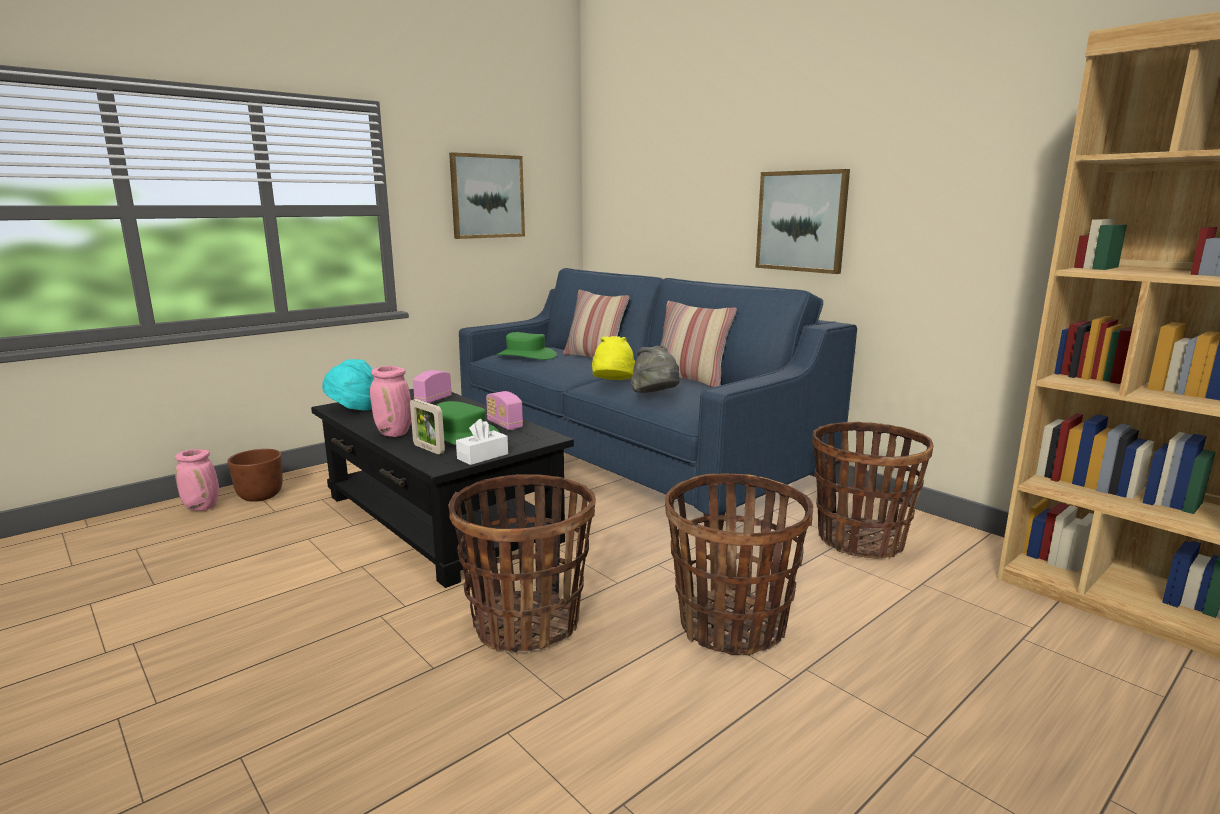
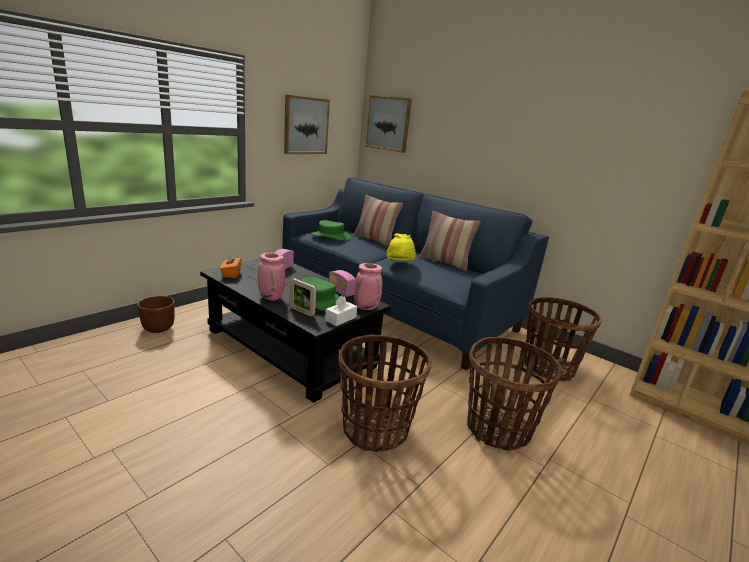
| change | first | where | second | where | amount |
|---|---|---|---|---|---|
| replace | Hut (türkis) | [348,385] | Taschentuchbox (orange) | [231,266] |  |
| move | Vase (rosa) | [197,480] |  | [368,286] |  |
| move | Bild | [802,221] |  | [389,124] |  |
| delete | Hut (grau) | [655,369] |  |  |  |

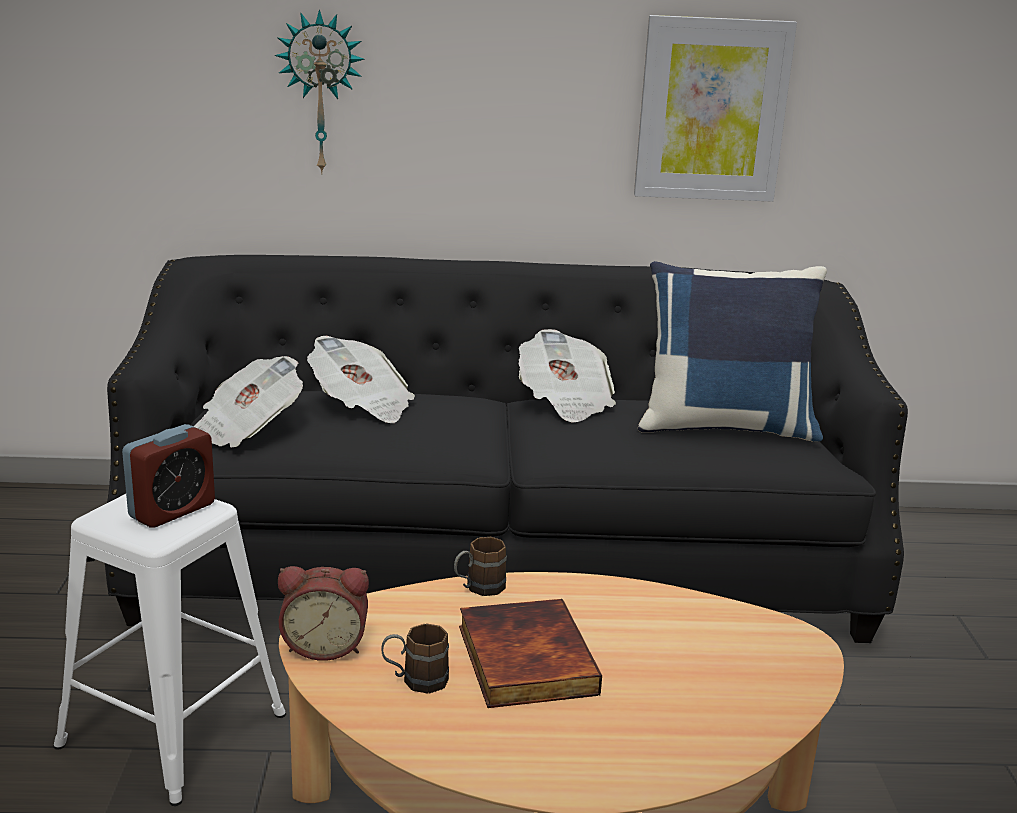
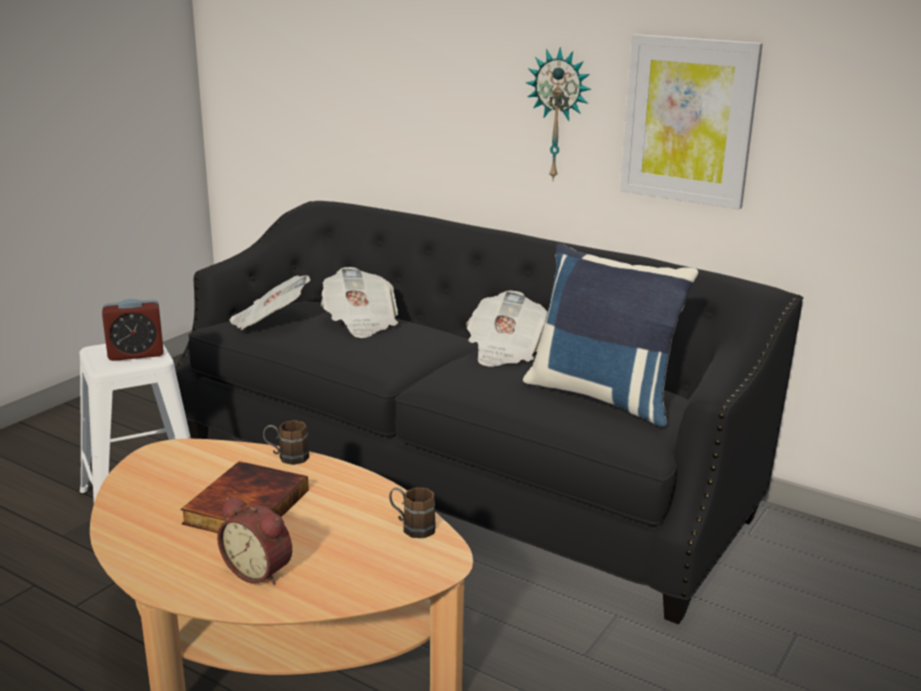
| change | first | where | second | where | amount |
|---|---|---|---|---|---|
| move | Wecker | [323,613] |  | [254,541] |  |
| move | Henkelbecher (braun) | [415,658] |  | [412,513] |  |
| move | Wanduhr | [320,92] |  | [558,113] |  |

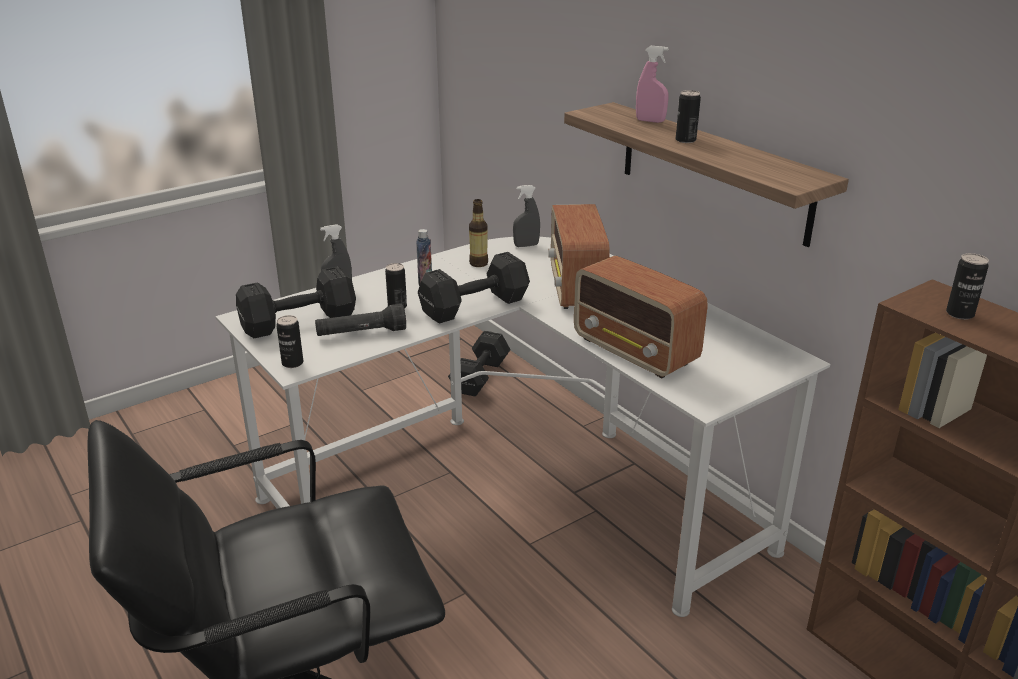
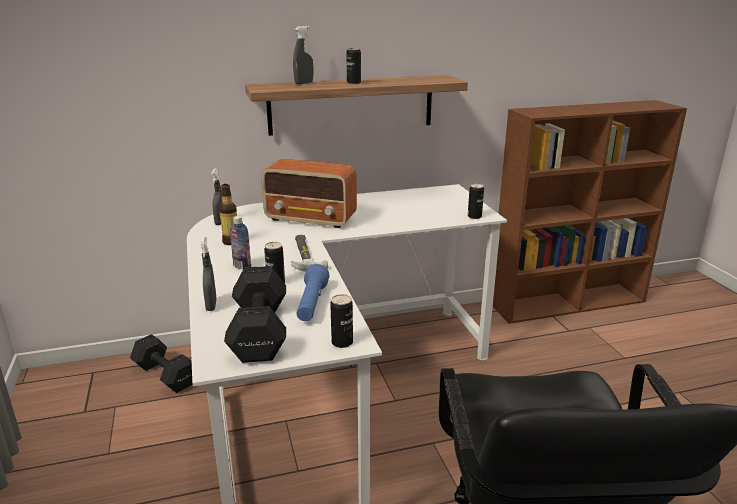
| change | first | where | second | where | amount |
|---|---|---|---|---|---|
| replace | Hantel (schwarz) | [474,288] | Hammer | [309,253] |  |
| recolor | Sprühflasche (rosa) | [652,84] | Sprühflasche (grau) | [303,55] |  |
| recolor | Taschenlampe (schwarz) | [360,320] | Taschenlampe (blau) | [313,292] |  |
| move | Dose | [967,286] |  | [476,201] |  |
| delete | Radio | [641,317] |  |  |  |

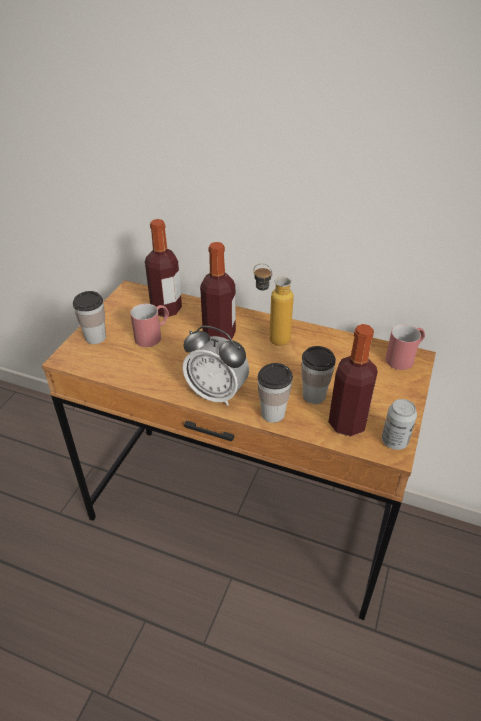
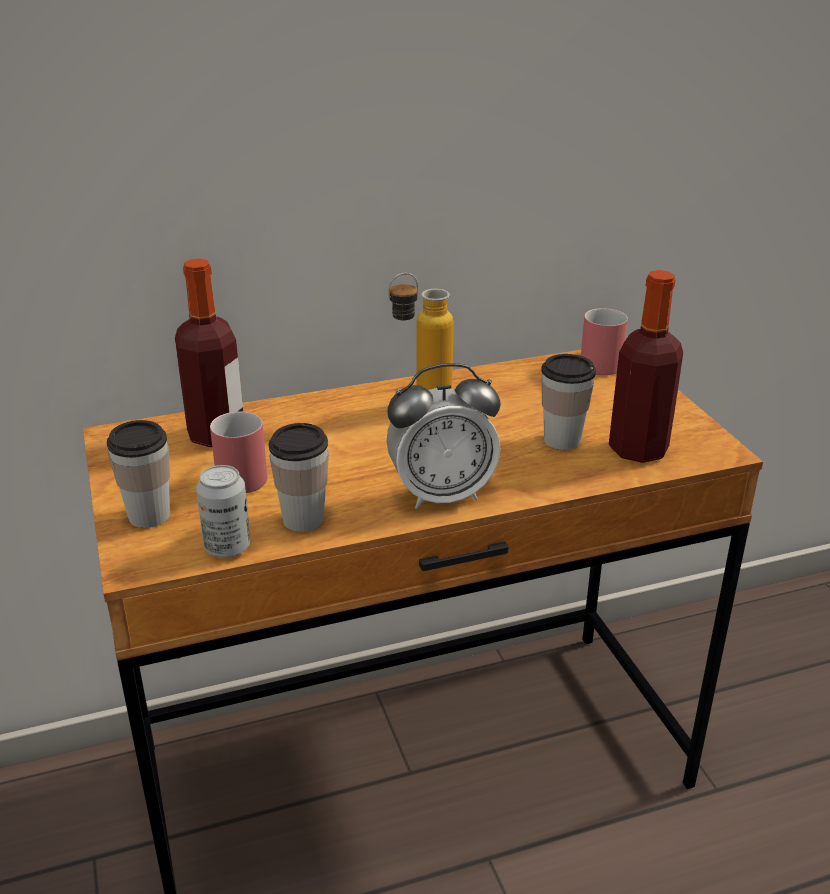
| change | first | where | second | where | amount |
|---|---|---|---|---|---|
| move | Dose | [399,424] |  | [223,511] |  |
| move | Tasse | [275,393] |  | [299,477] |  |
| delete | Flasche | [218,291] |  |  |  |

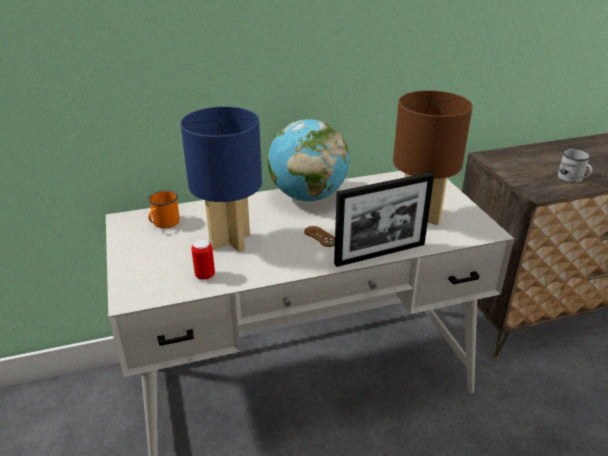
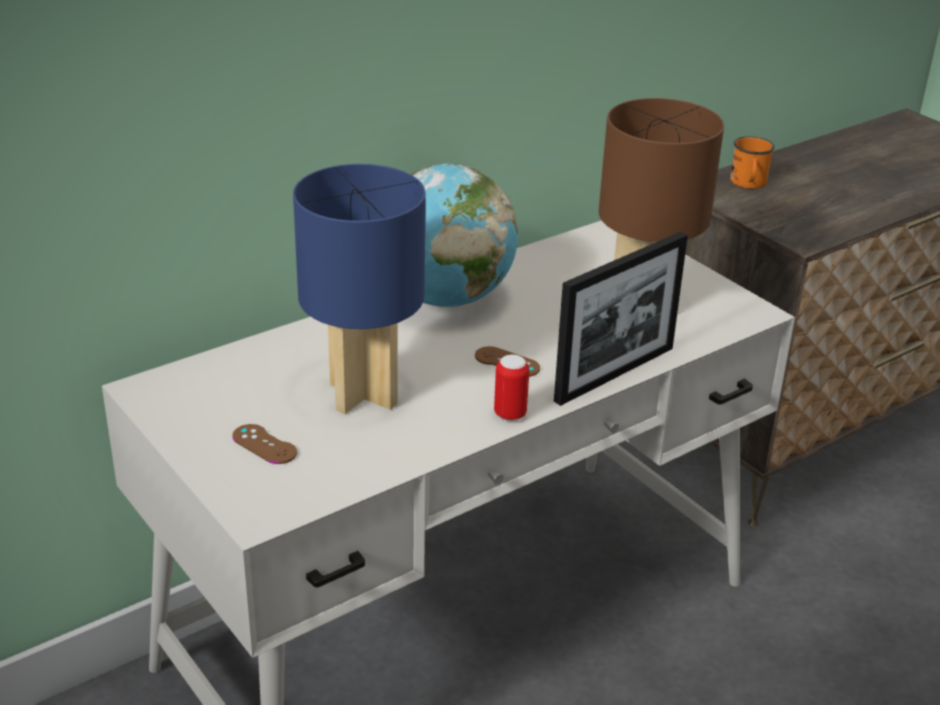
| change | first | where | second | where | amount |
|---|---|---|---|---|---|
| insert |  |  | Gamepad (braun) | [264,444] |  |
| move | Dose | [203,259] |  | [511,388] |  |
| move | Henkelbecher (orange) | [164,209] |  | [752,162] |  |
| delete | Henkelbecher (weiß) | [575,166] |  |  |  |

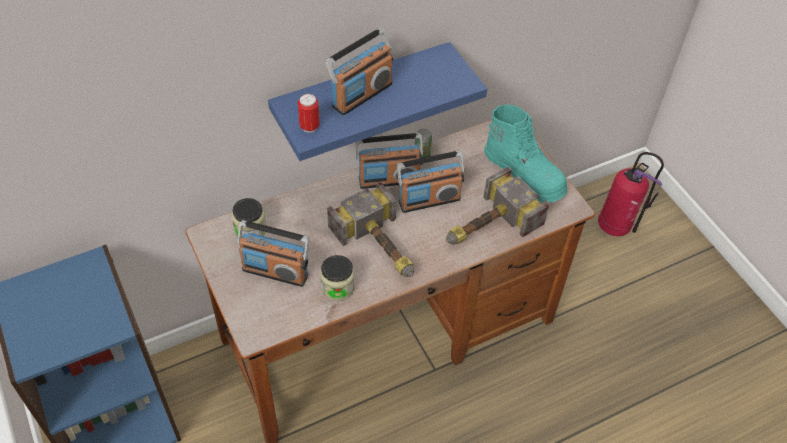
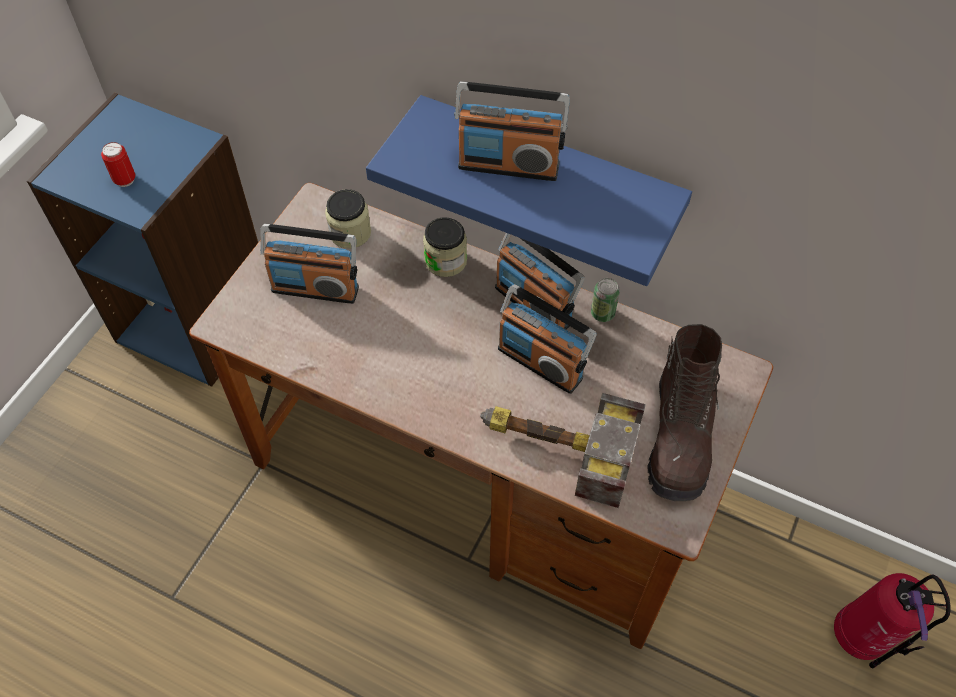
| change | first | where | second | where | amount |
|---|---|---|---|---|---|
| move | Dose | [309,113] |  | [118,164] |  |
| rotate | Radio | [273,253] |  | [309,263] | 60 degrees counterclockwise |
| move | Vorratsglas | [337,278] |  | [445,247] |  |
| recolor | Stiefel (türkis) | [526,154] | Stiefel (braun) | [684,412] |  |
| delete | Hammer | [370,229] |  |  |  |

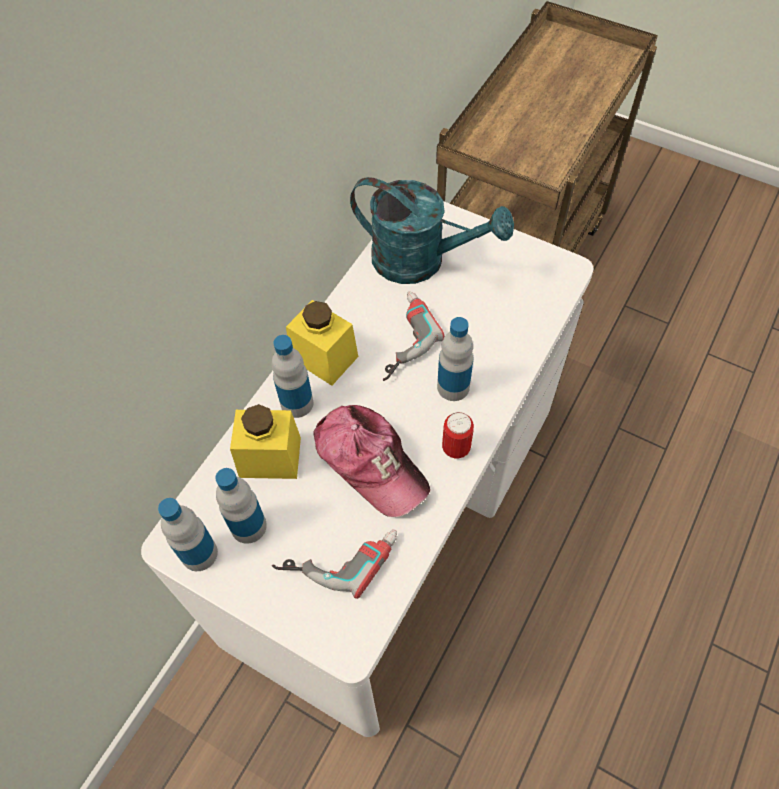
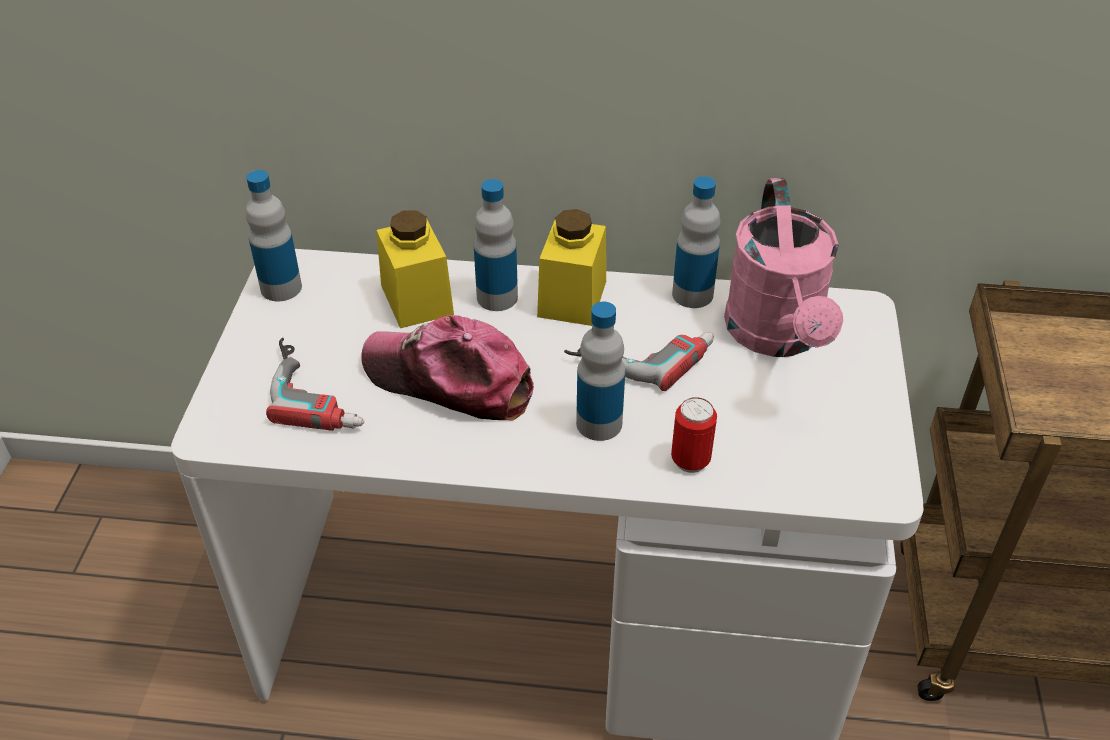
| change | first | where | second | where | amount |
|---|---|---|---|---|---|
| rotate | Kappe | [371,461] |  | [447,367] | 90 degrees clockwise |
| move | Dose | [458,435] |  | [694,435] |  |
| move | Flasche | [241,506] |  | [696,242] |  |
| recolor | Gießkanne (türkis) | [432,230] | Gießkanne (rosa) | [783,267] |  |

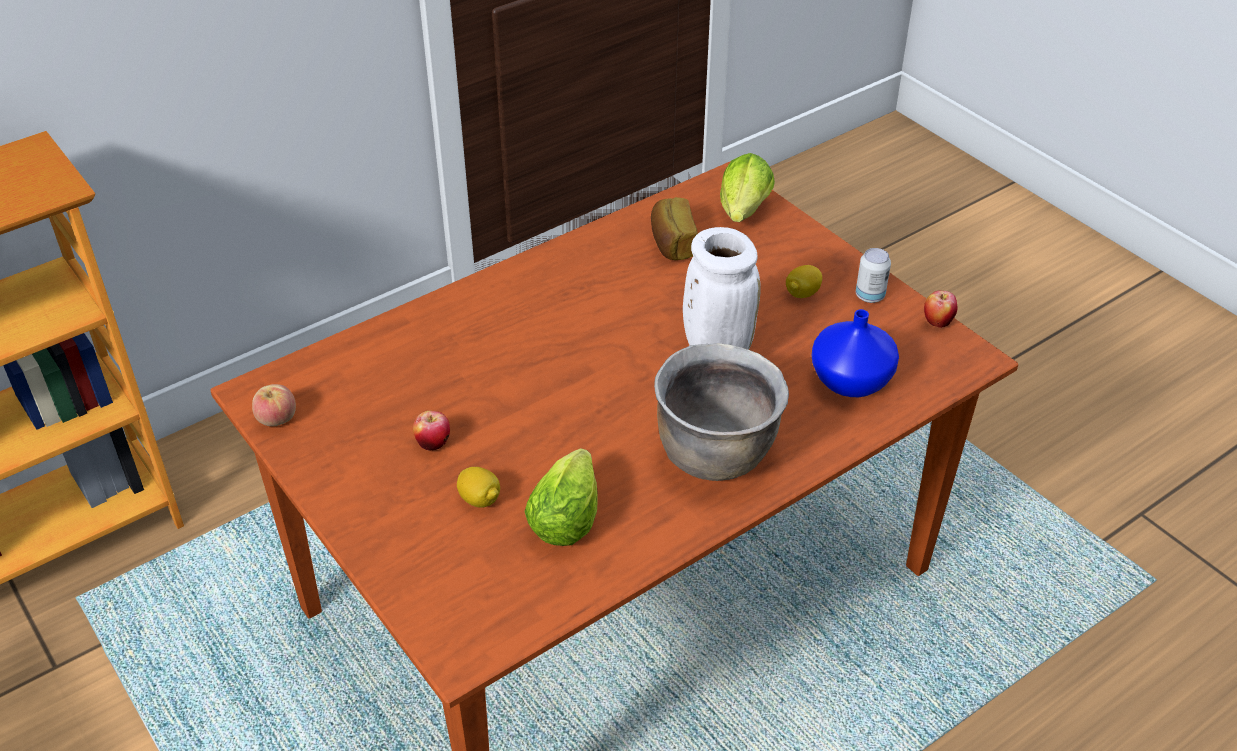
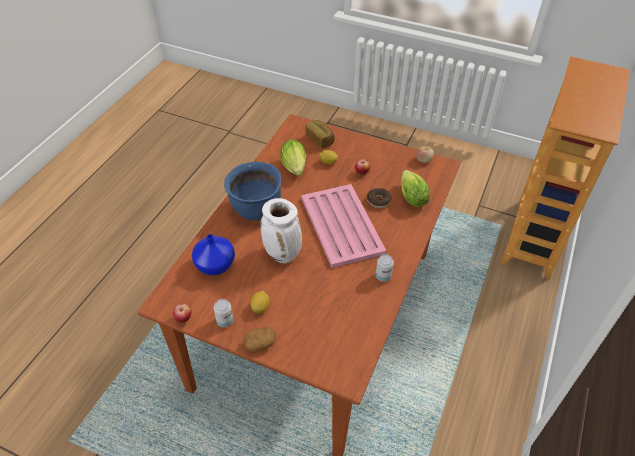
| change | first | where | second | where | amount |
|---|---|---|---|---|---|
| recolor | Kochtopf (braun) | [721,412] | Kochtopf (blau) | [252,190] |  |
| insert |  |  | Kartoffel | [260,339] |  |
| insert |  |  | Tablett (rosa) | [343,226] |  |
| move | Brot | [674,228] |  | [320,134] |  |
| insert |  |  | Donut | [379,198] |  |
| insert |  |  | Dose | [385,268] |  |
| move | Salatkopf | [747,187] |  | [415,188] |  |

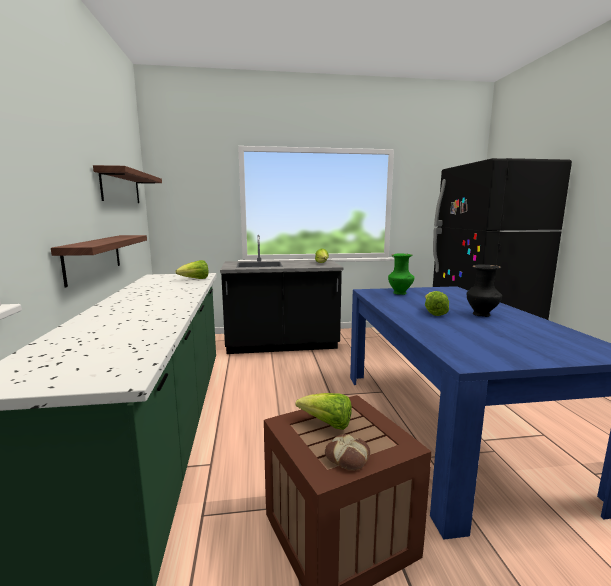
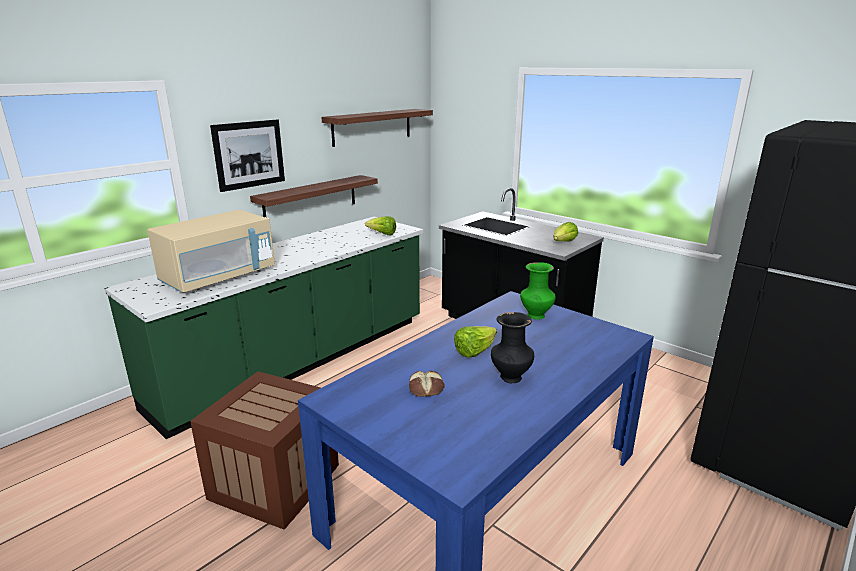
| change | first | where | second | where | amount |
|---|---|---|---|---|---|
| insert |  |  | Mikrowelle (beige) | [211,251] |  |
| insert |  |  | Bild | [247,156] |  |
| move | Brot | [347,452] |  | [427,384] |  |
| delete | Salatkopf | [323,411] |  |  |  |

